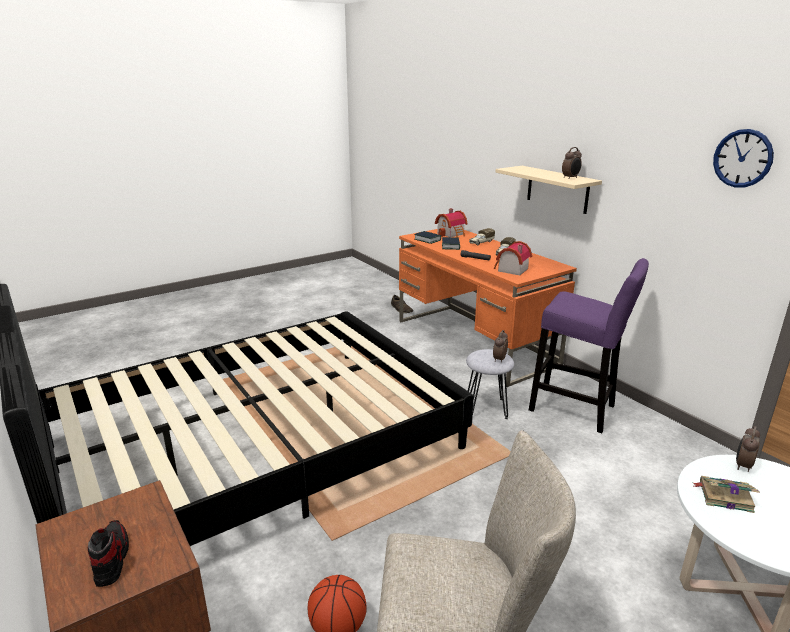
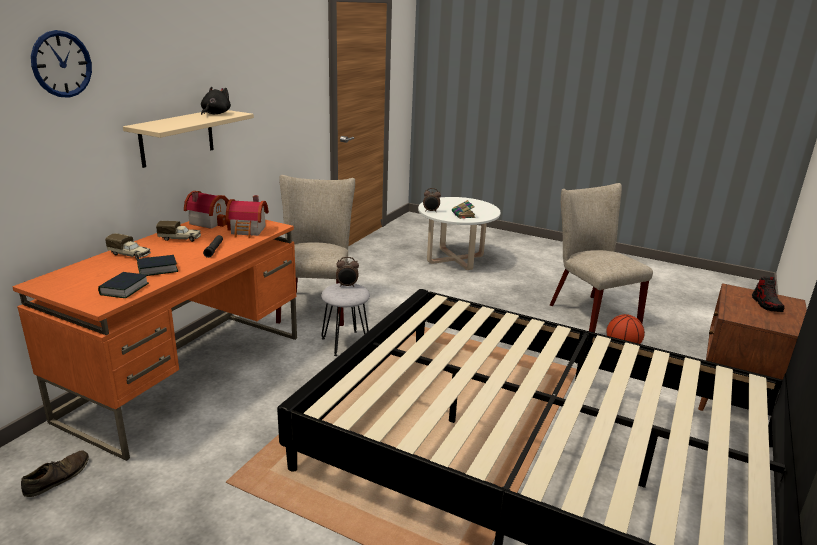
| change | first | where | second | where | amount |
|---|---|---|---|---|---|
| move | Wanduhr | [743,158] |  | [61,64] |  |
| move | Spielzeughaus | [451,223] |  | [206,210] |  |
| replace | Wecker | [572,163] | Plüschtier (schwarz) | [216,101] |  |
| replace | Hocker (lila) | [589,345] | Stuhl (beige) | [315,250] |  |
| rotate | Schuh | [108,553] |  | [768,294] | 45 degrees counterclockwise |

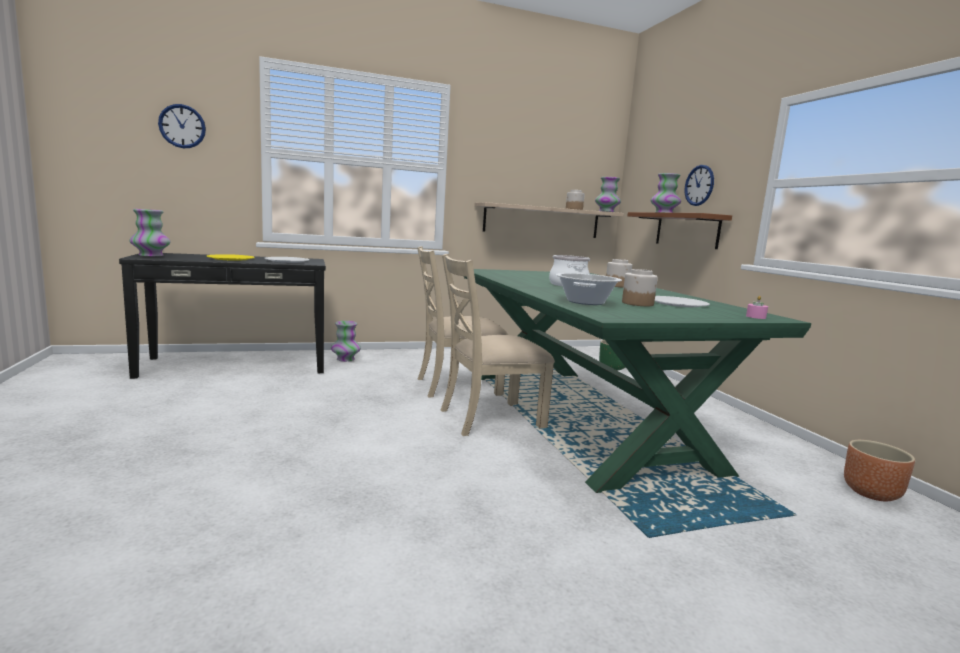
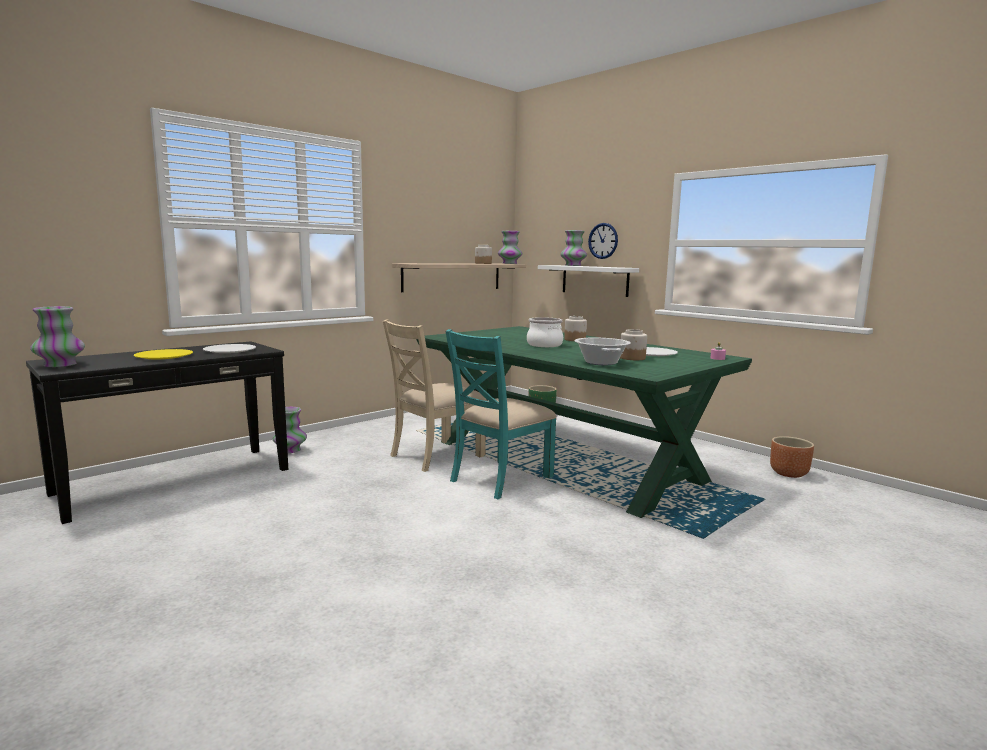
| change | first | where | second | where | amount |
|---|---|---|---|---|---|
| recolor | Stuhl (beige) | [498,345] | Stuhl (türkis) | [501,414] |  |
| recolor | Wandregal (braun) | [679,230] | Wandregal (weiß) | [588,281] |  |
| delete | Wanduhr | [182,126] |  |  |  |

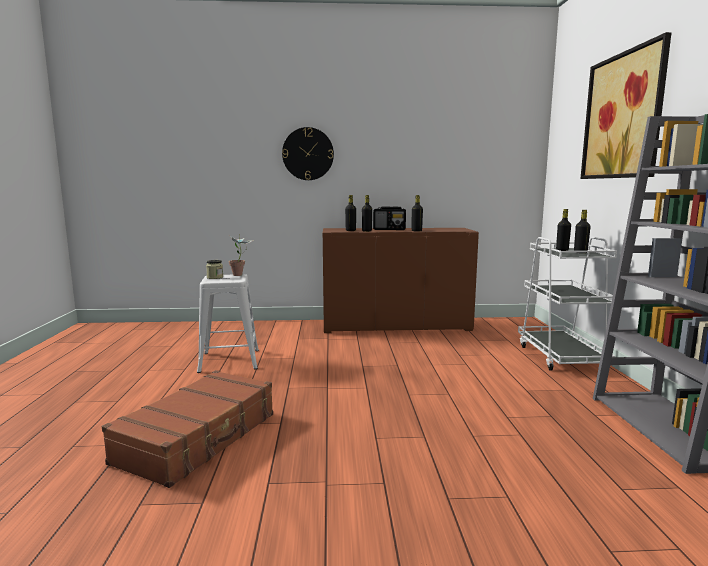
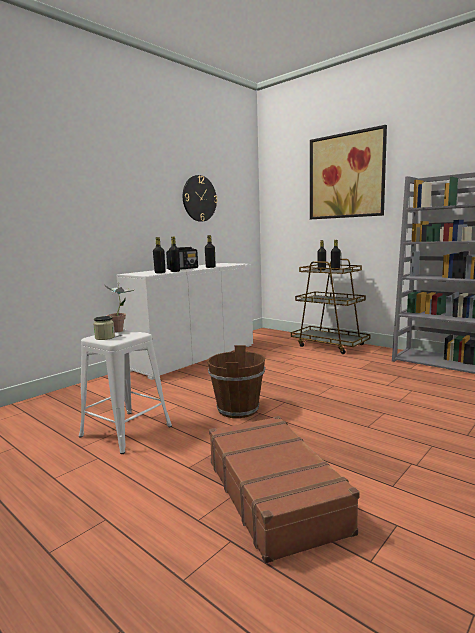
| change | first | where | second | where | amount |
|---|---|---|---|---|---|
| recolor | Schrank (braun) | [401,280] | Schrank (weiß) | [184,321] |  |
| move | Wanduhr | [308,153] |  | [200,198] |  |
| insert |  |  | Eimer (braun) | [236,381] |  |
| recolor | Rollwagen (weiß) | [567,304] | Rollwagen (braun) | [331,306] |  |

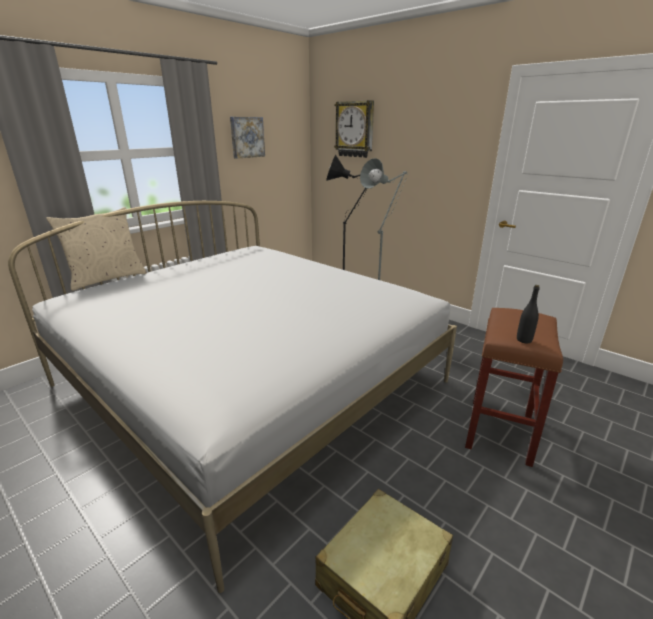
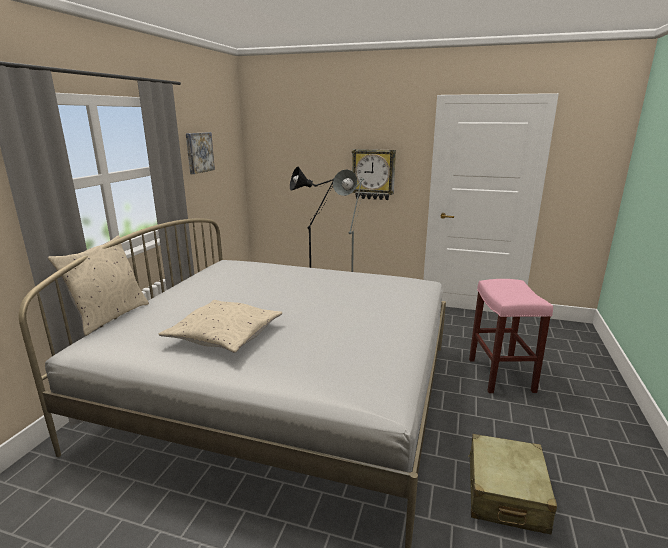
| change | first | where | second | where | amount |
|---|---|---|---|---|---|
| insert |  |  | Kissen (beige) | [220,326] |  |
| move | Wanduhr | [354,129] |  | [374,174] |  |
| recolor | Hocker (braun) | [514,387] | Hocker (rosa) | [511,336] |  |
| delete | Flasche (schwarz) | [528,314] |  |  |  |

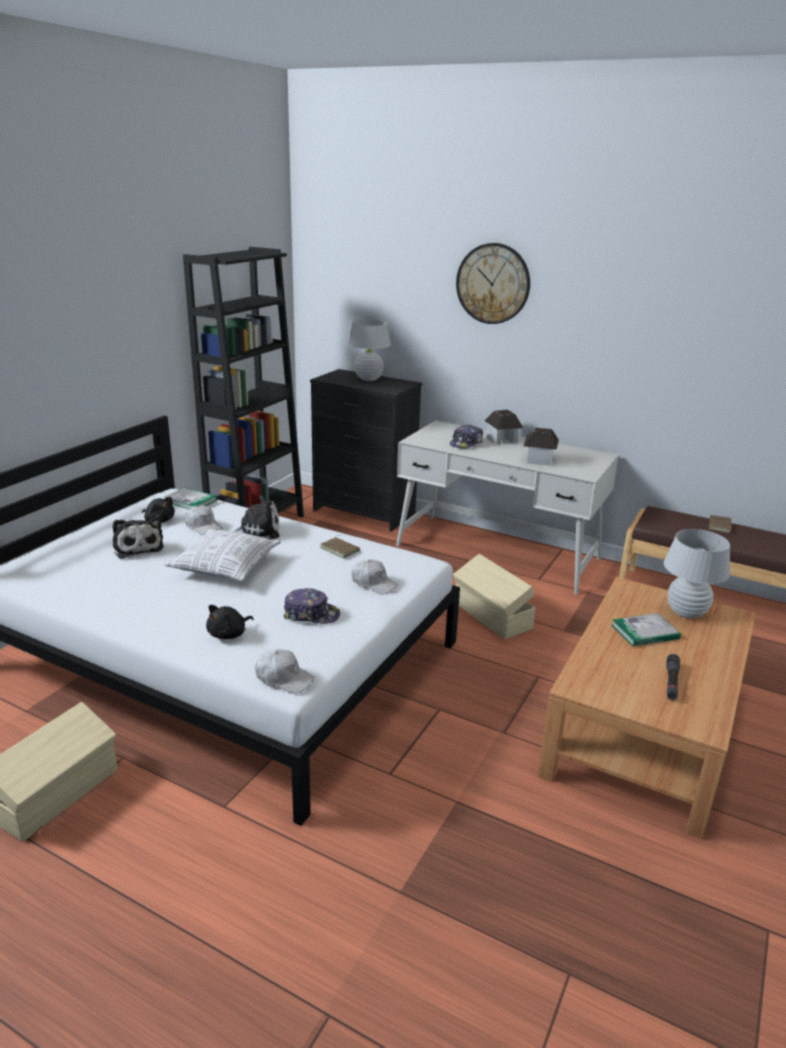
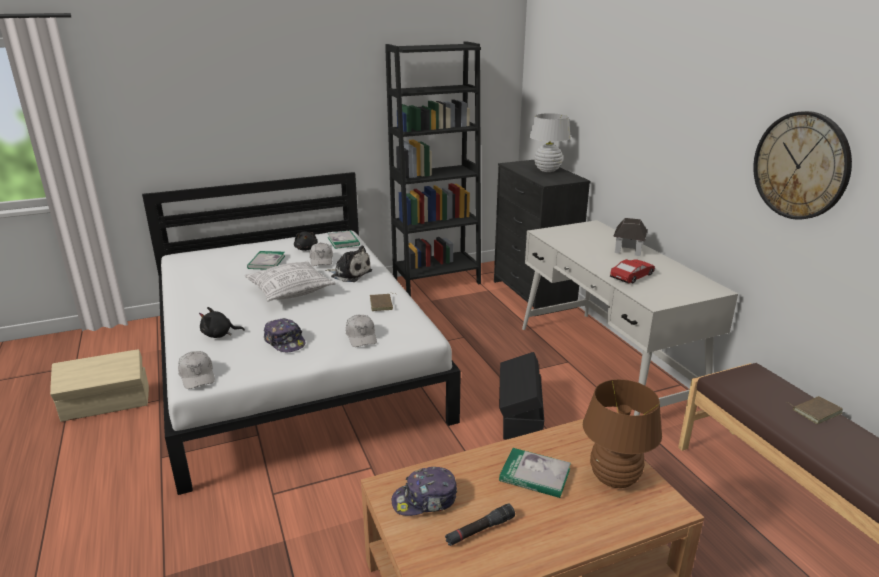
| change | first | where | second | where | amount |
|---|---|---|---|---|---|
| replace | Plüschtier | [138,538] | Buch | [266,260] |  |
| move | Kappe | [466,436] |  | [424,491] |  |
| recolor | Aufbewahrungsbox (beige) | [494,596] | Aufbewahrungsbox (schwarz) | [521,396] |  |
| recolor | Tischlampe (weiß) | [697,573] | Tischlampe (braun) | [622,433] |  |
| replace | Spielzeughaus | [541,447] | Spielzeugauto | [632,271] |  |
| move | Wanduhr | [493,283] |  | [802,165] |  |

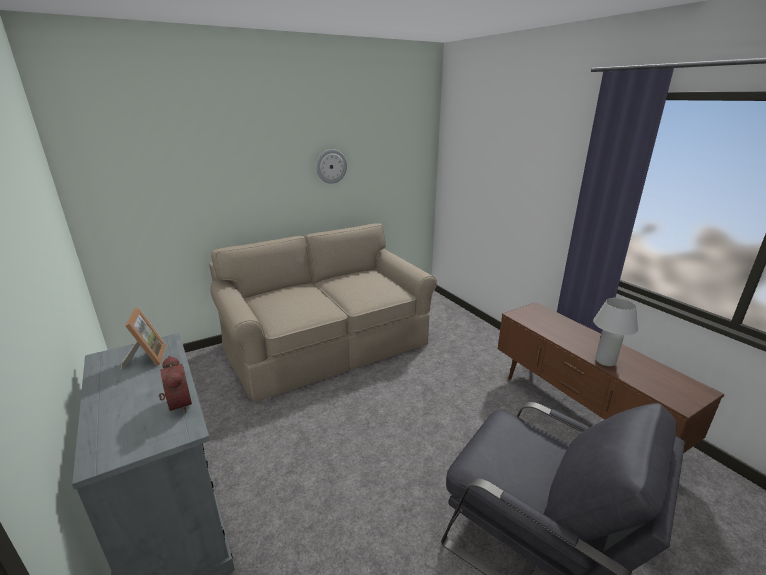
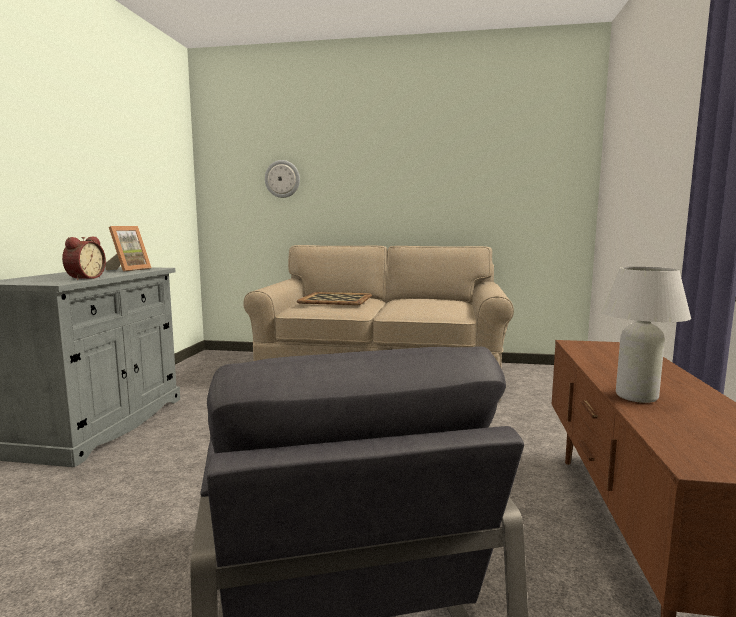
| change | first | where | second | where | amount |
|---|---|---|---|---|---|
| move | Wanduhr | [331,166] |  | [282,179] |  |
| insert |  |  | Tablett | [334,298] |  |

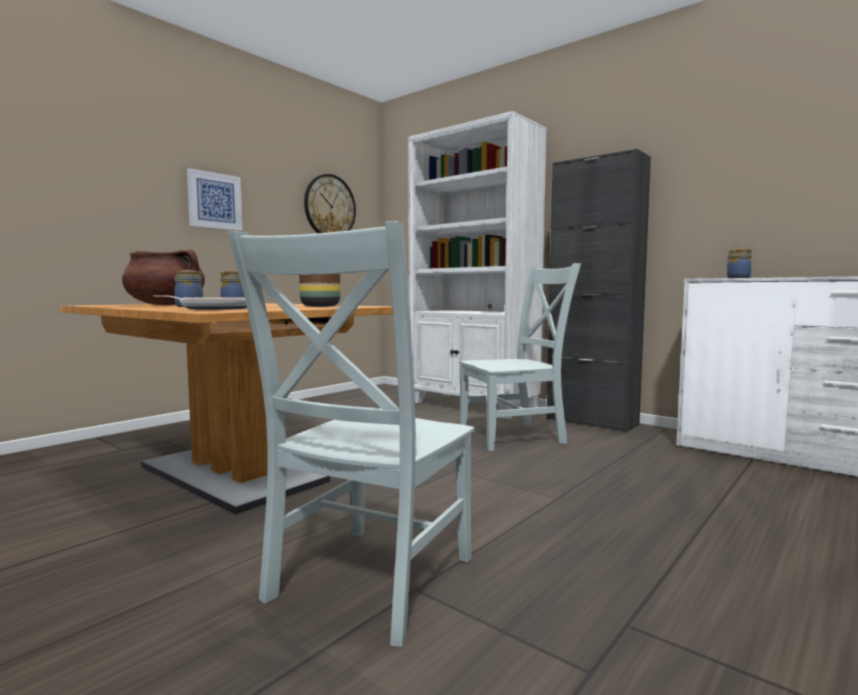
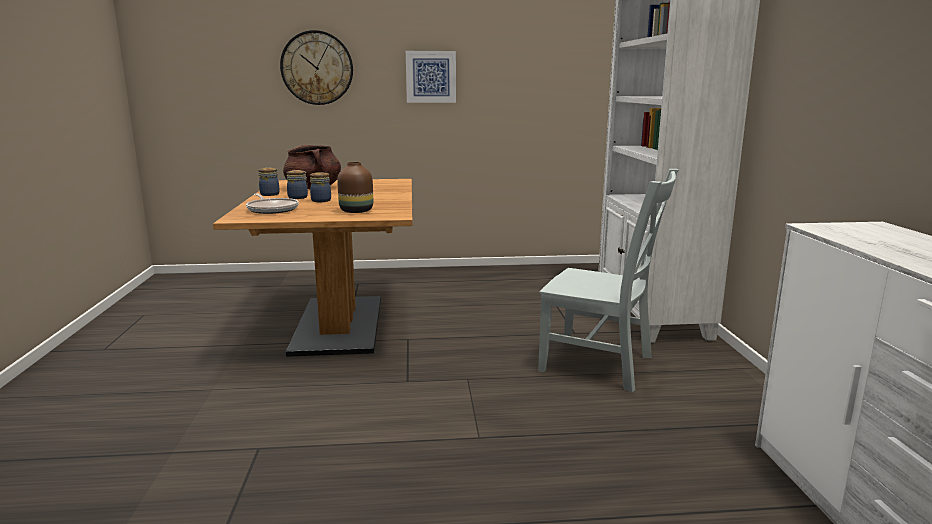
| change | first | where | second | where | amount |
|---|---|---|---|---|---|
| move | Vorratsglas | [739,263] |  | [269,182] |  |
| move | Wanduhr | [330,203] |  | [316,67] |  |
| delete | Stuhl (grau) | [351,434] |  |  |  |
| delete | Schrank (schwarz) | [598,291] |  |  |  |

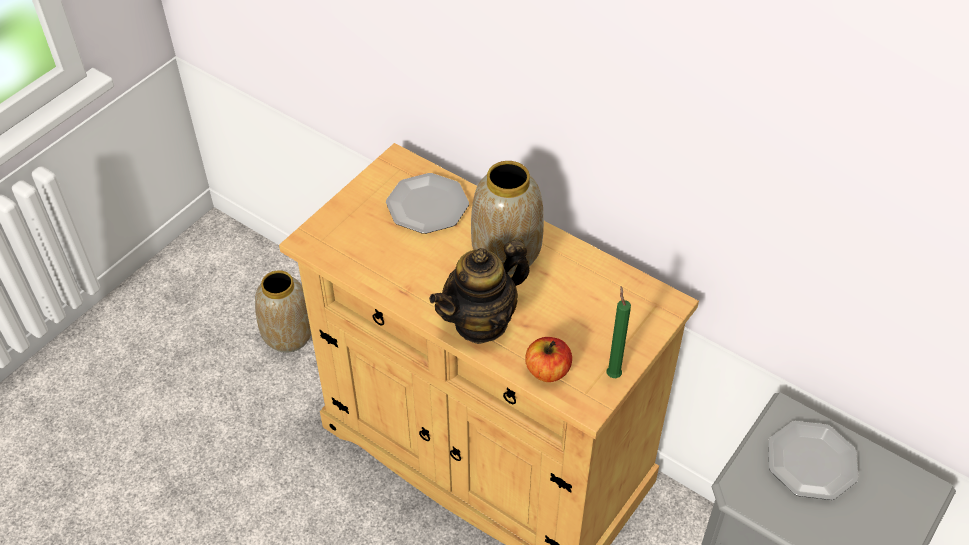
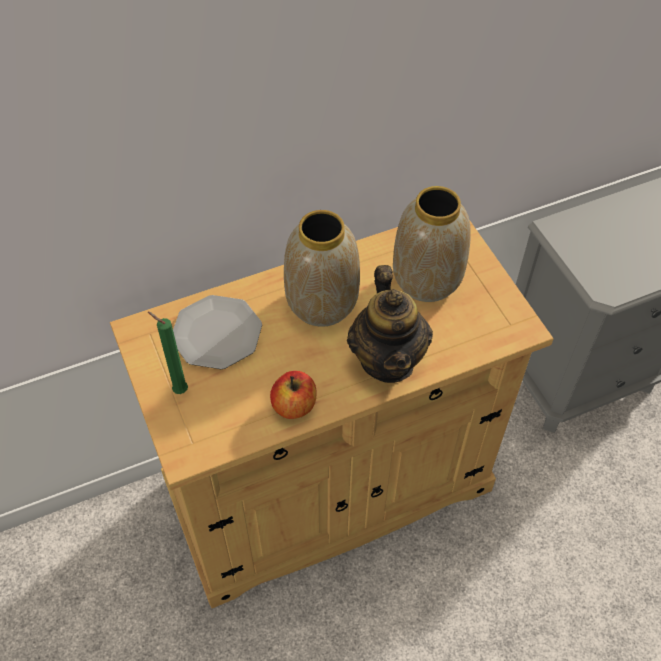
| change | first | where | second | where | amount |
|---|---|---|---|---|---|
| move | Kerze (grün) | [618,332] |  | [168,353] |  |
| move | Apfel | [548,359] |  | [293,395] |  |
| move | Vase | [283,311] |  | [432,244] |  |
| delete | Teller | [813,460] |  |  |  |

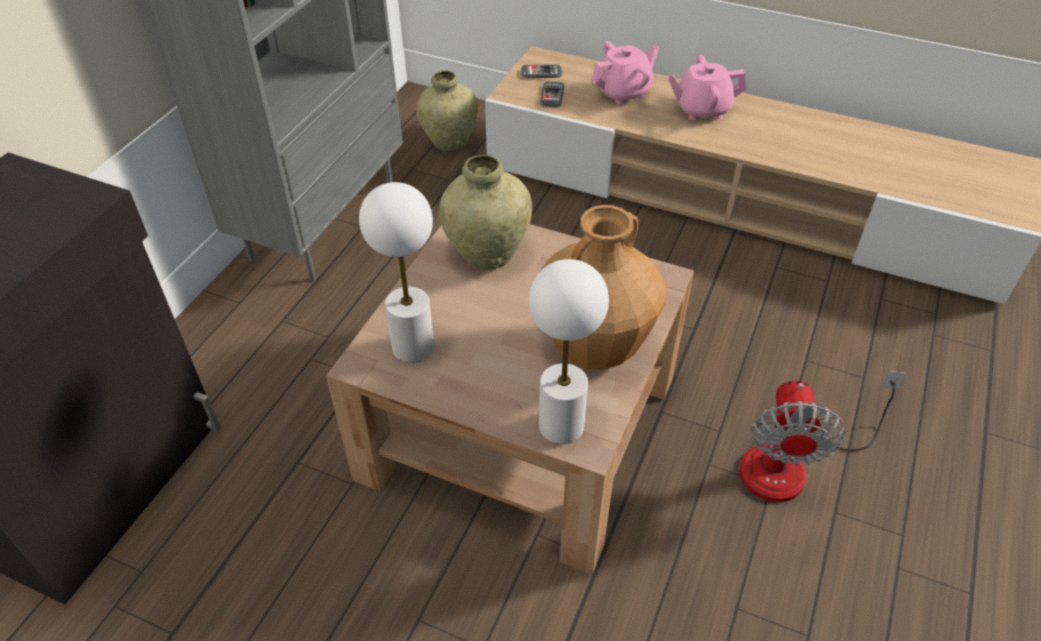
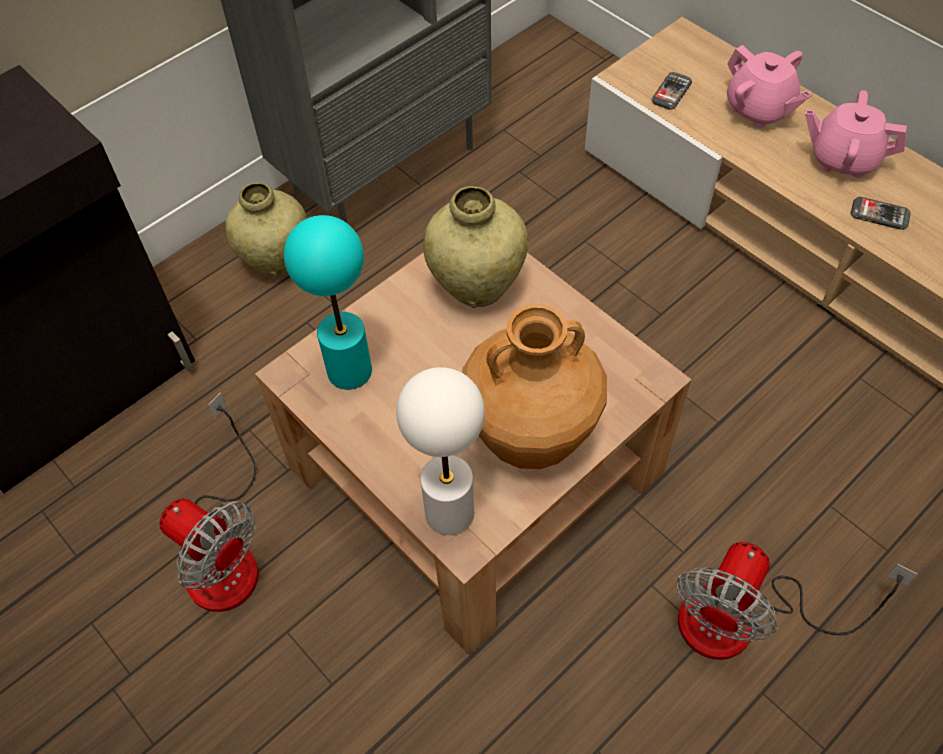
| change | first | where | second | where | amount |
|---|---|---|---|---|---|
| insert |  |  | Ventilator | [209,502] |  |
| move | Vase (beige) | [447,110] |  | [266,230] |  |
| recolor | Tischlampe (weiß) | [396,272] | Tischlampe (türkis) | [328,302] |  |
| rotate | Teekanne (rosa) | [625,73] |  | [769,86] | 60 degrees clockwise |
| move | Handy | [541,71] |  | [881,213] |  |

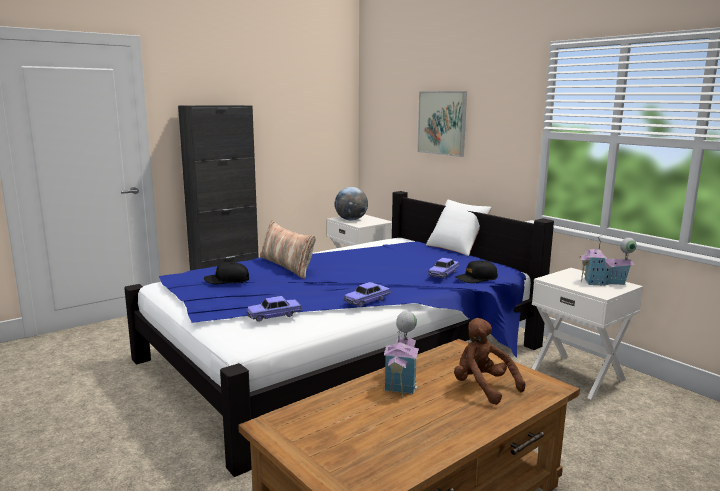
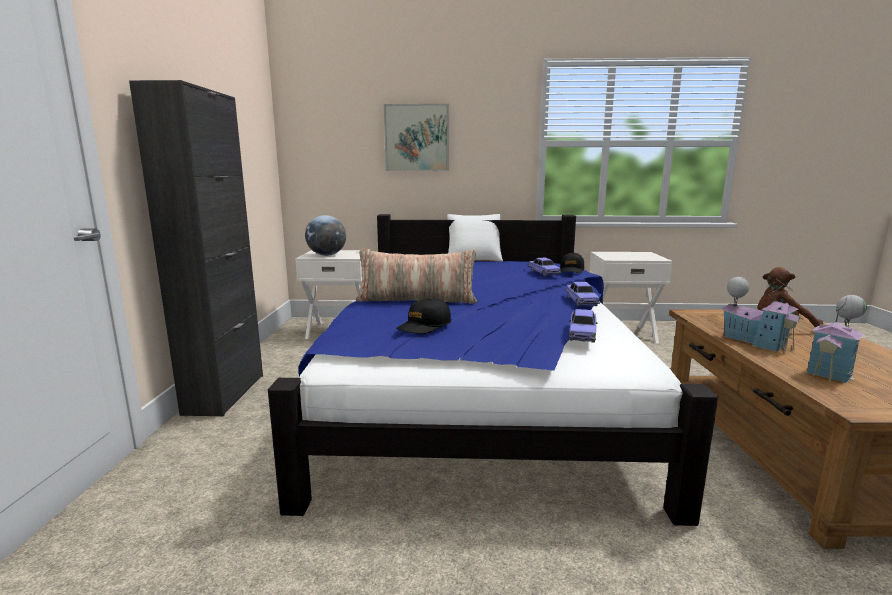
| change | first | where | second | where | amount |
|---|---|---|---|---|---|
| move | Spielzeughaus | [608,260] |  | [836,339] |  |

